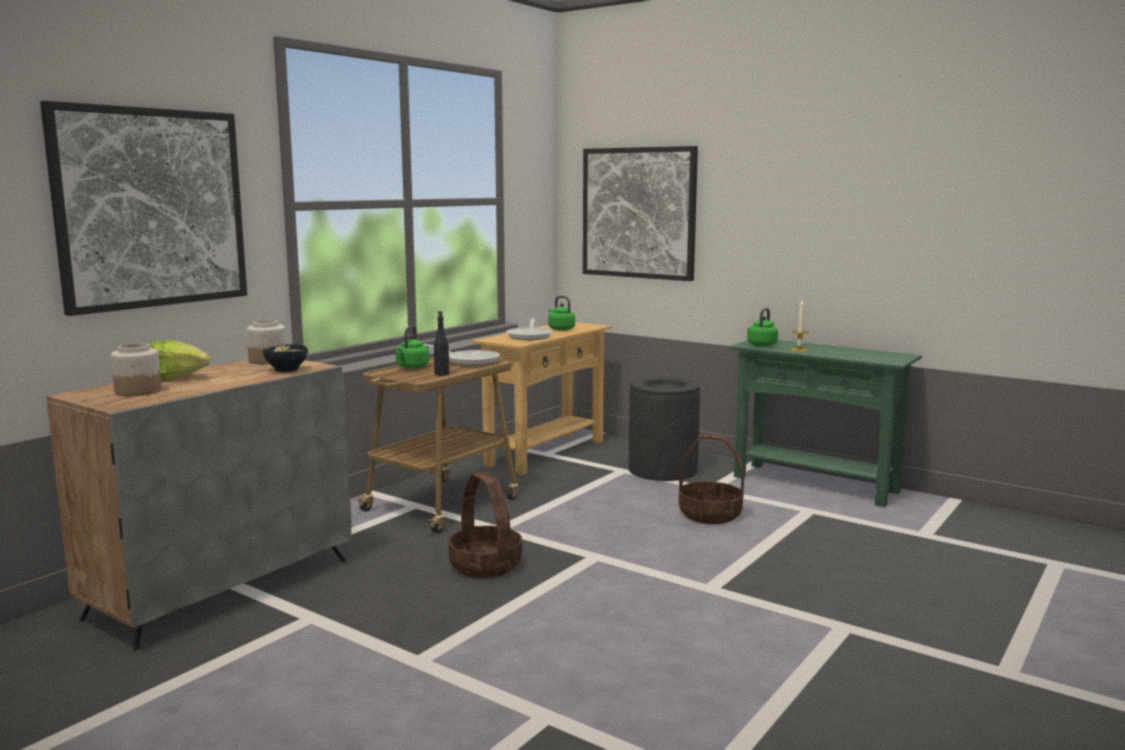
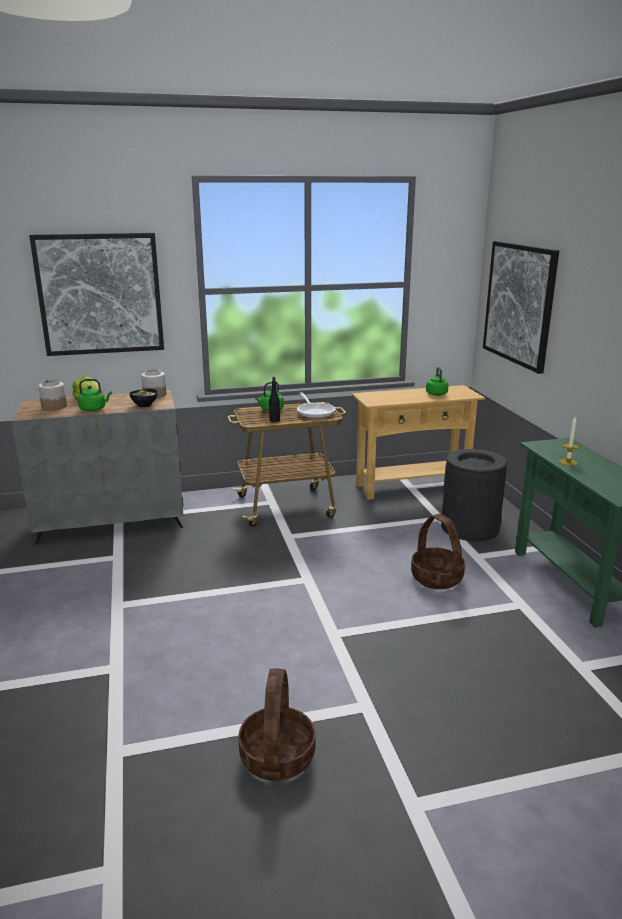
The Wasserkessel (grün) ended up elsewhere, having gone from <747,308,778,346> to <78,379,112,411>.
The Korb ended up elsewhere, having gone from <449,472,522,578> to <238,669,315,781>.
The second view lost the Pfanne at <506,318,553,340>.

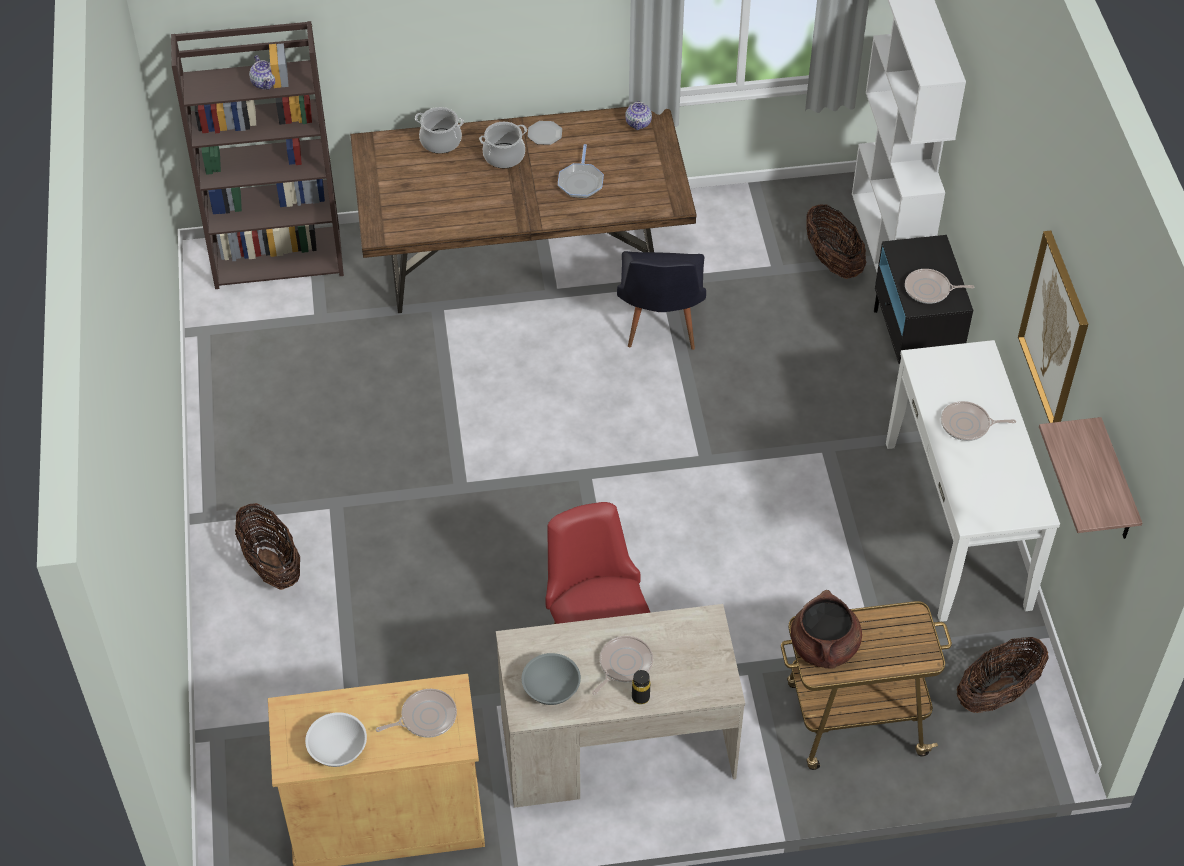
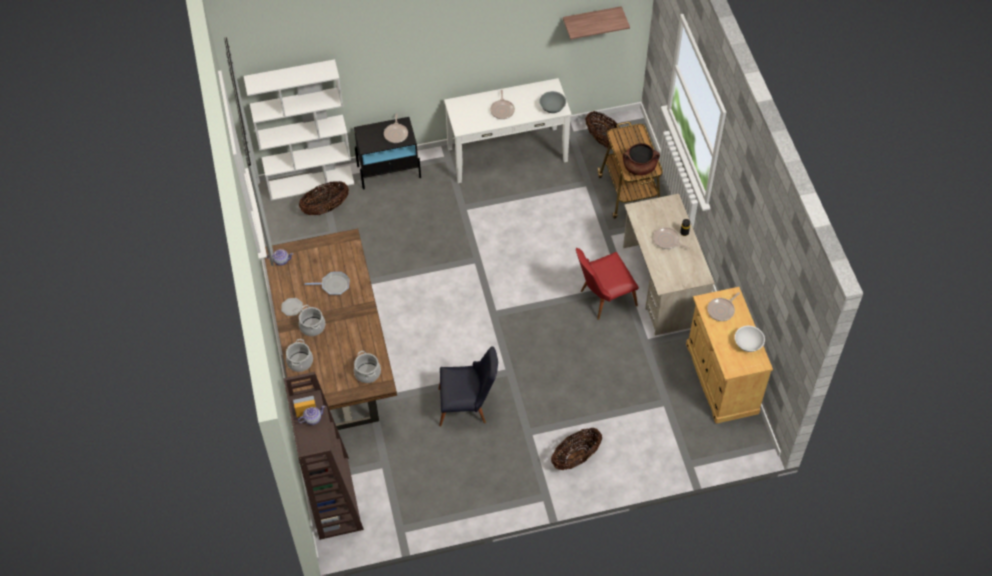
The second view gained the Kochtopf at <354,351,381,383>.
The Stuhl (schwarz) ended up elsewhere, having gone from <617,251,706,350> to <438,346,498,426>.
The Schüssel (grau) ended up elsewhere, having gone from <522,653,581,705> to <539,91,566,113>.
The Pfanne at <376,689,457,738> ended up facing another way, 105 degrees counterclockwise from before.
The second view lost the Bild at <1018,231,1088,423>.

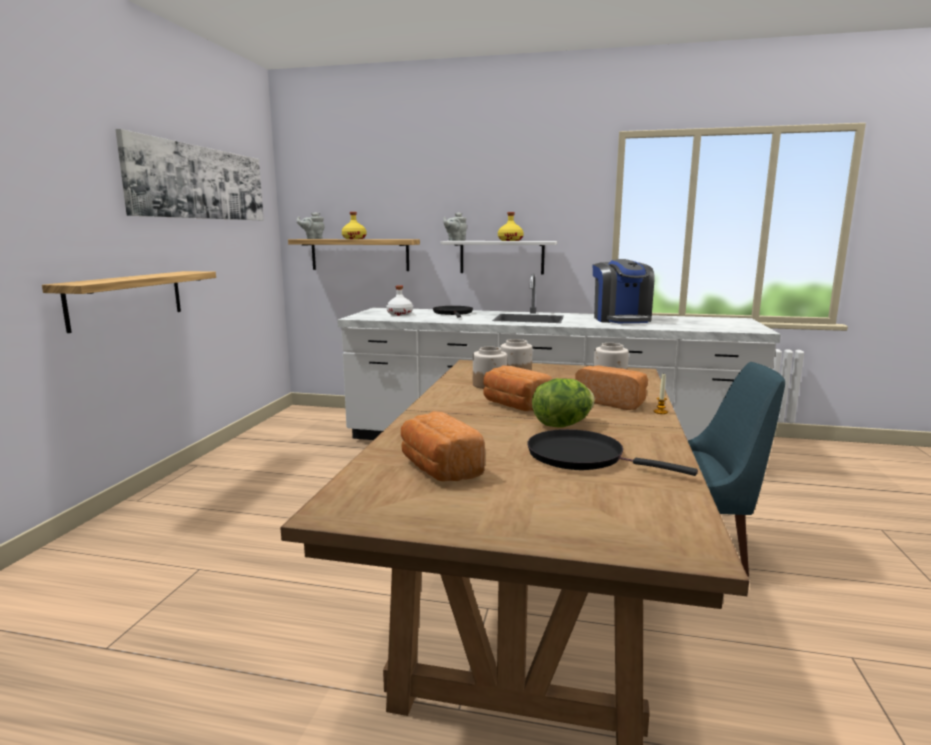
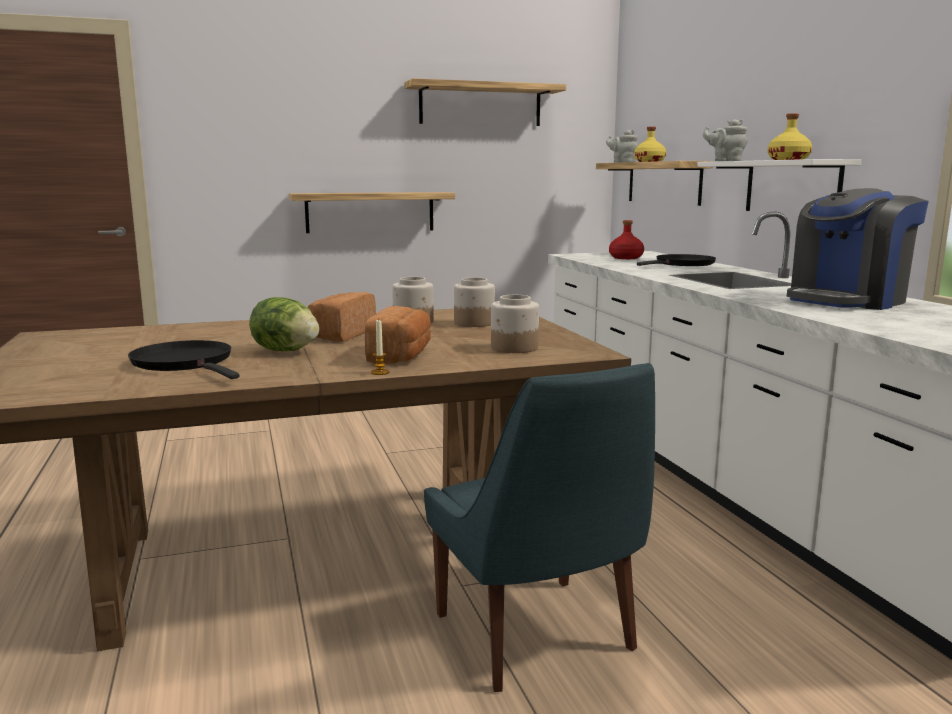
The Pfanne (schwarz) at <527,429,698,476> ended up facing another way, 45 degrees counterclockwise from before.
Where the Bild hung at <115,129,264,220>, the Wandregal came to hang at <404,78,566,126>.
What was the Flasche (weiß) at <386,285,413,316> turned into the Flasche (rot) at <609,220,644,259>.
The second view lost the Brot at <401,411,485,482>.

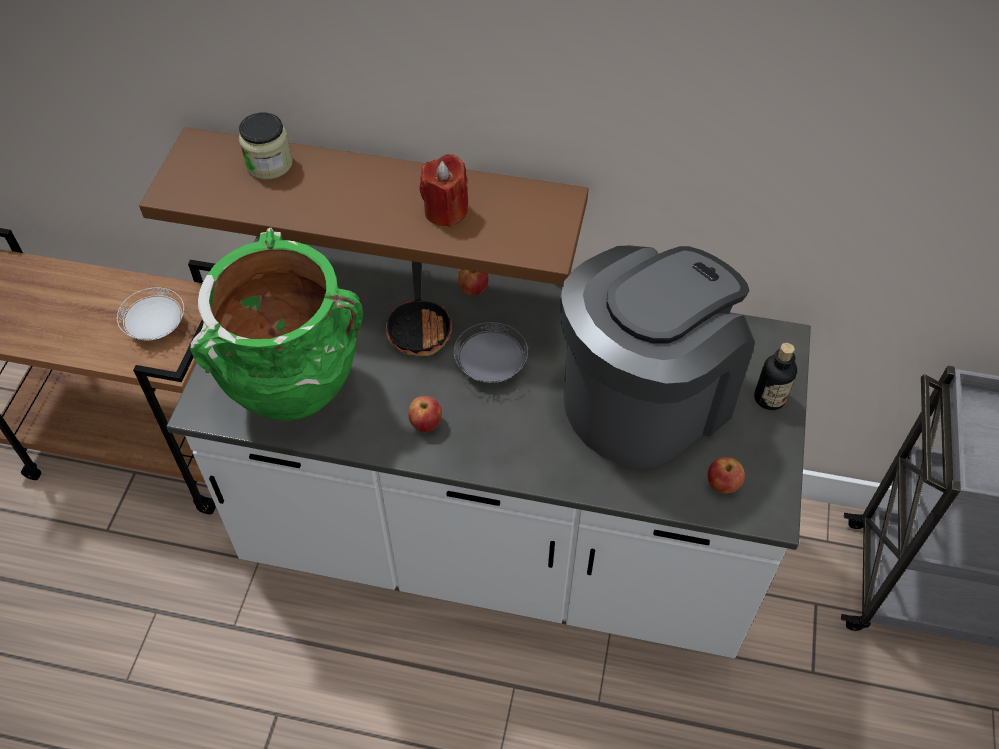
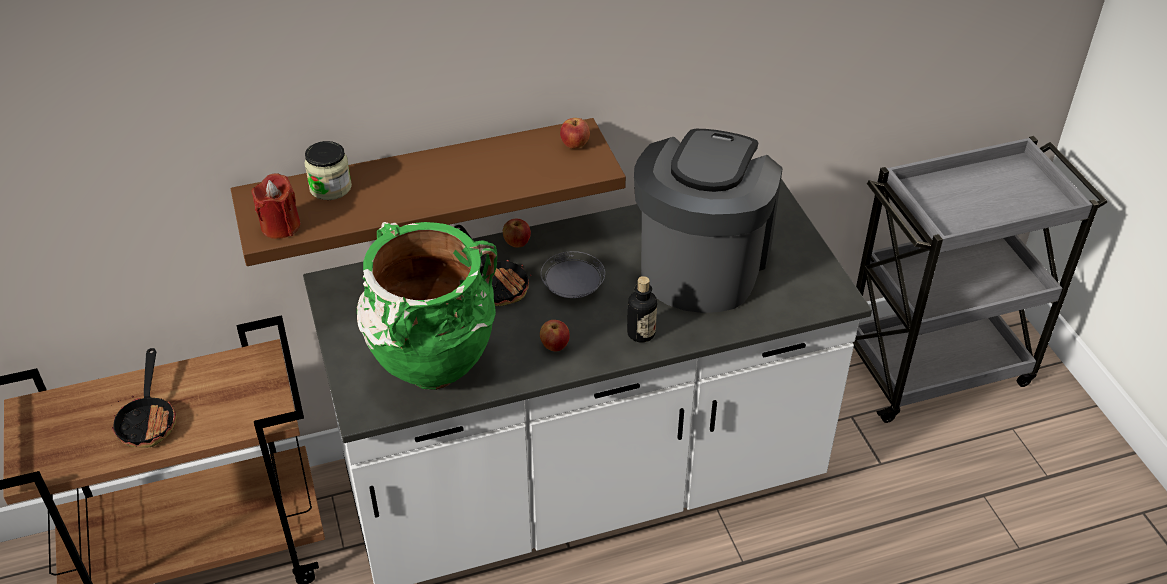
The second view gained the Pfanne at <112,348,177,448>.
The Kerze (rot) ended up elsewhere, having gone from <419,154,468,227> to <252,173,300,239>.
The Apfel ended up elsewhere, having gone from <707,457,745,494> to <560,118,590,149>.
The Flasche ended up elsewhere, having gone from <754,343,797,410> to <627,276,657,343>.
The second view lost the Teller (weiß) at <117,287,184,340>.

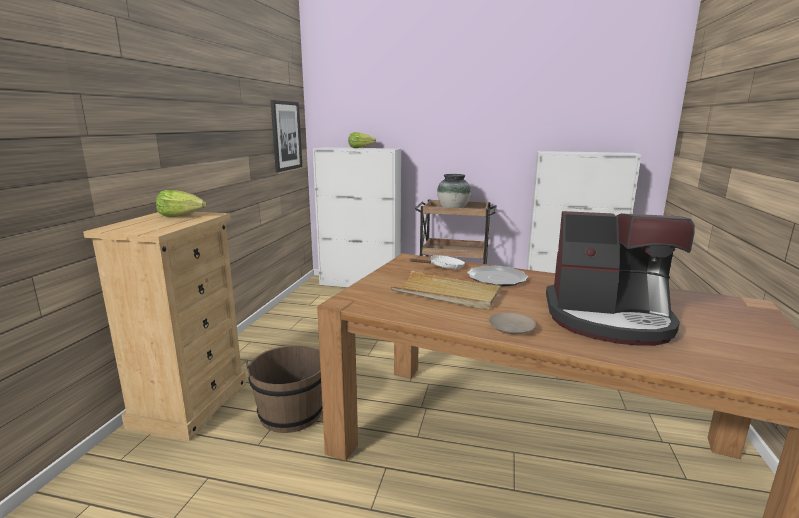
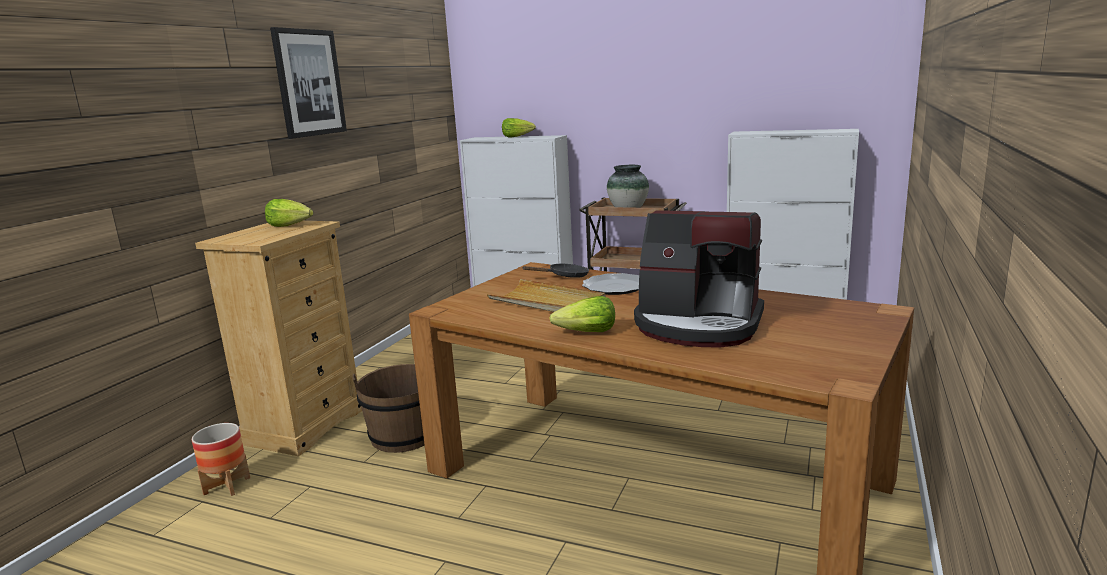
The second view gained the Pflanzkübel at <192,423,250,496>.
The Bild ended up elsewhere, having gone from <271,100,303,172> to <270,27,347,139>.
What was the Pfanne (weiß) at <409,256,465,269> turned into the Pfanne (schwarz) at <522,263,589,278>.
Where the Teller (beige) stood at <488,313,536,334>, the Salatkopf came to stand at <549,296,615,332>.

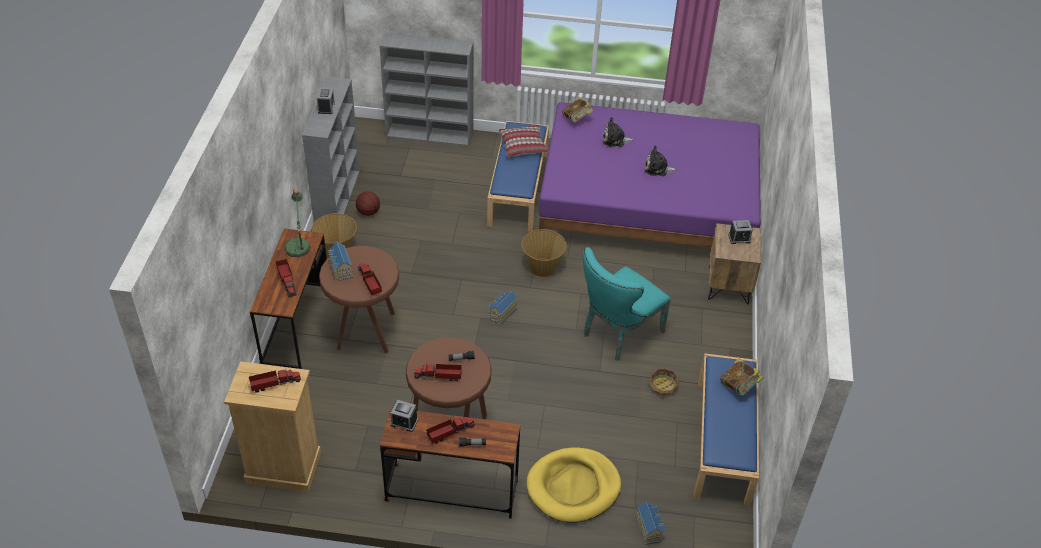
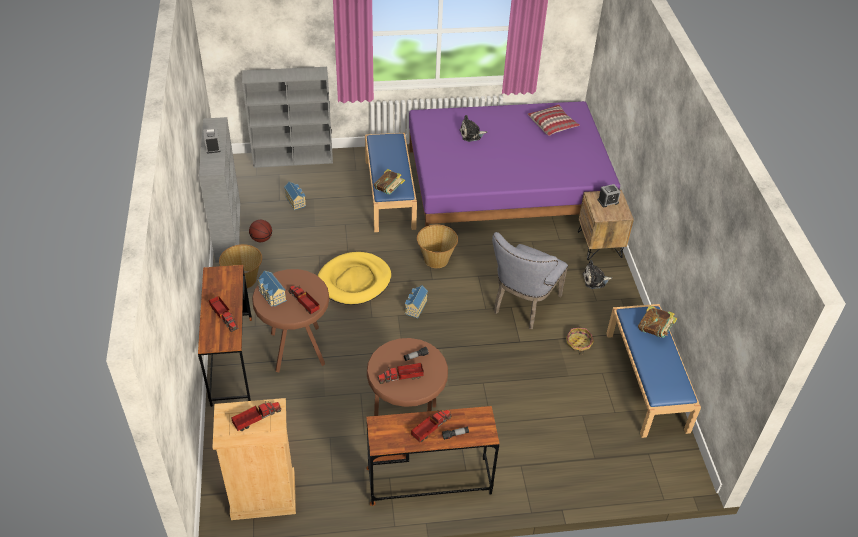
The Spielzeughaus ended up elsewhere, having gone from <636,502,665,545> to <284,181,306,210>.
The Hundebett (gelb) ended up elsewhere, having gone from <527,447,621,523> to <318,252,391,305>.
The Buch ended up elsewhere, having gone from <562,97,594,122> to <374,169,405,194>.
What was the Stuhl (türkis) at <583,247,671,361> turned into the Stuhl (grau) at <492,232,568,329>.
The Kissen ended up elsewhere, having gone from <499,125,549,157> to <528,105,580,136>.
The Plüschtier ended up elsewhere, having gone from <645,145,677,176> to <582,260,612,289>.
The second view lost the Tischlampe at <284,188,311,257>.
The second view lost the Wecker at <390,400,418,432>.

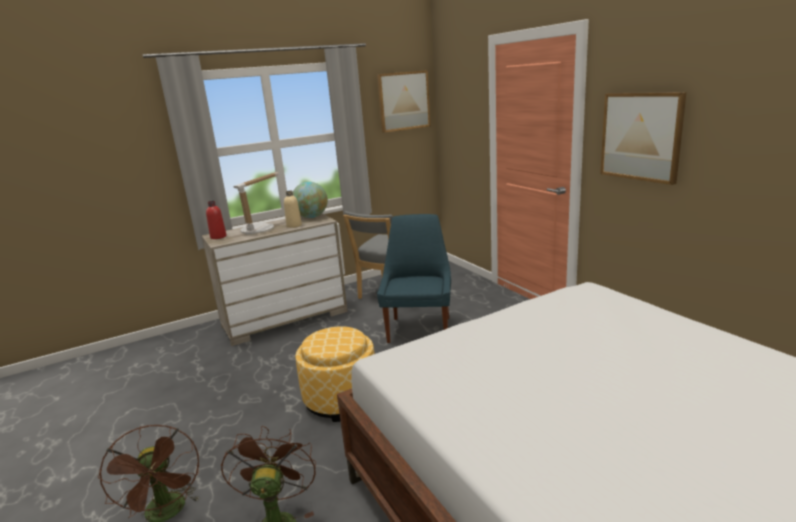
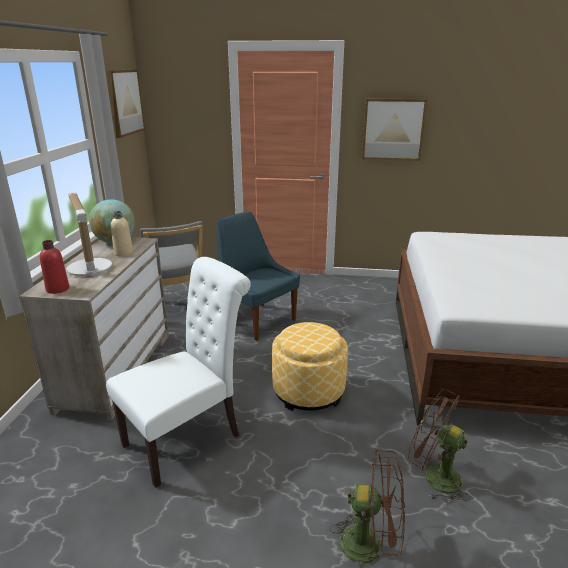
The second view gained the Stuhl (weiß) at <106,257,251,488>.

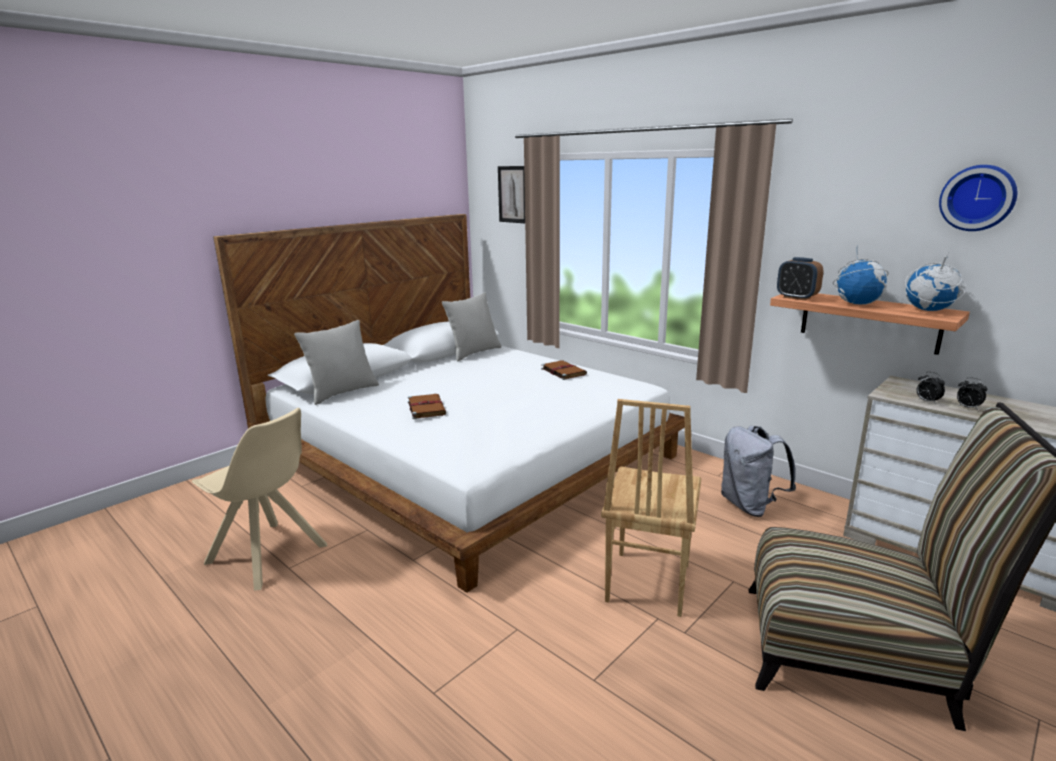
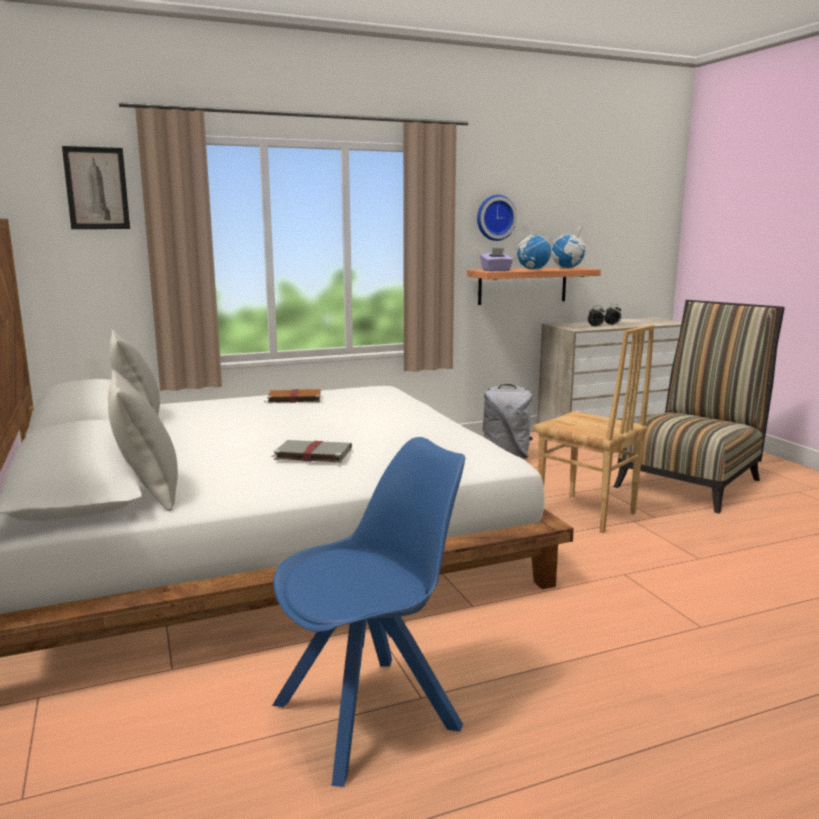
What was the Buch (braun) at <408,394,446,419> turned into the Buch (grau) at <271,440,352,463>.
What was the Stuhl (beige) at <192,408,327,591> turned into the Stuhl (blau) at <272,437,465,787>.
The Wanduhr ended up elsewhere, having gone from <939,165,1017,231> to <477,195,517,241>.
Where the Wecker stood at <777,257,823,300>, the Taschentuchbox (lila) came to stand at <480,248,513,272>.

